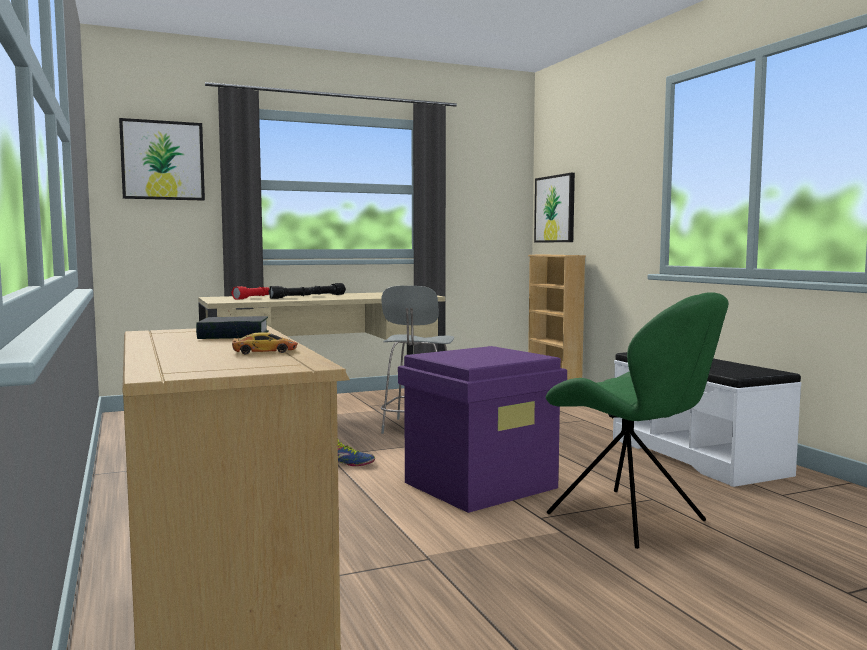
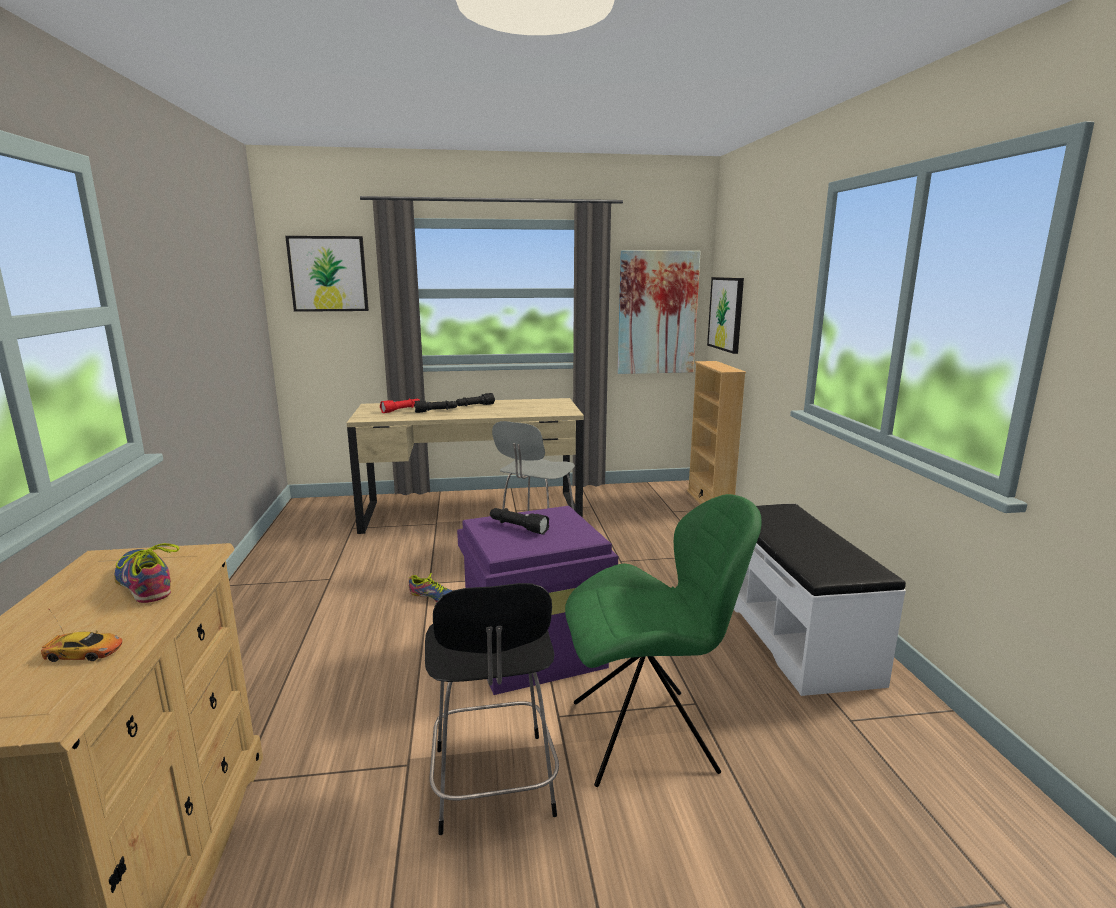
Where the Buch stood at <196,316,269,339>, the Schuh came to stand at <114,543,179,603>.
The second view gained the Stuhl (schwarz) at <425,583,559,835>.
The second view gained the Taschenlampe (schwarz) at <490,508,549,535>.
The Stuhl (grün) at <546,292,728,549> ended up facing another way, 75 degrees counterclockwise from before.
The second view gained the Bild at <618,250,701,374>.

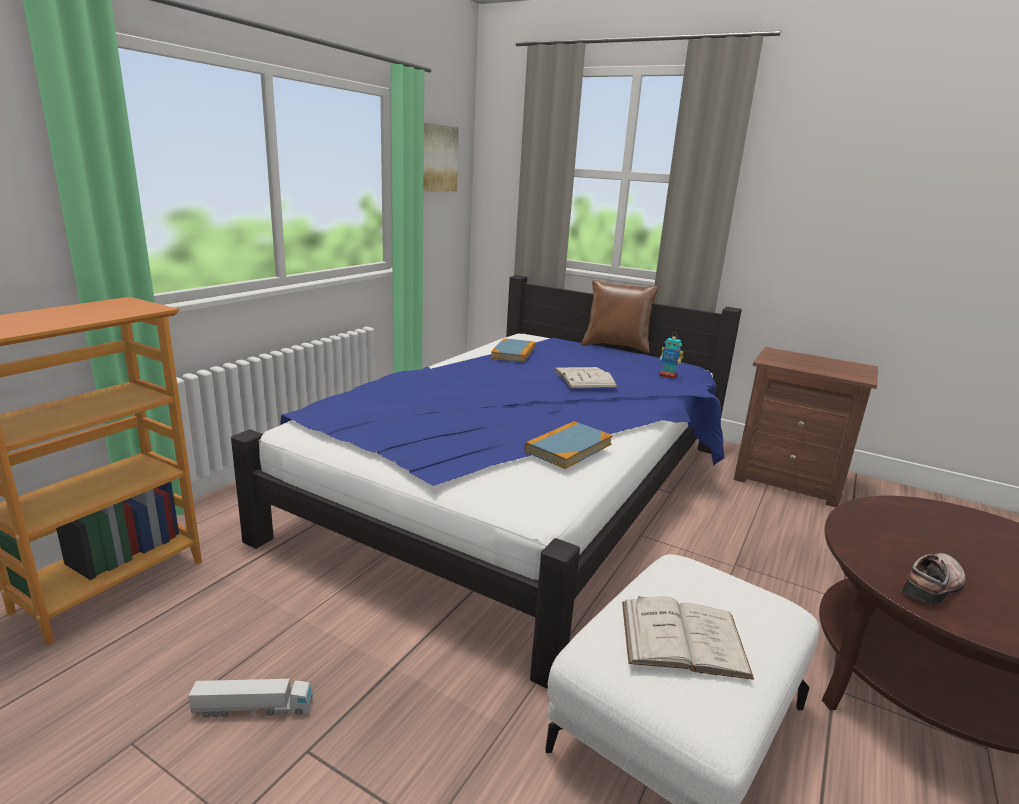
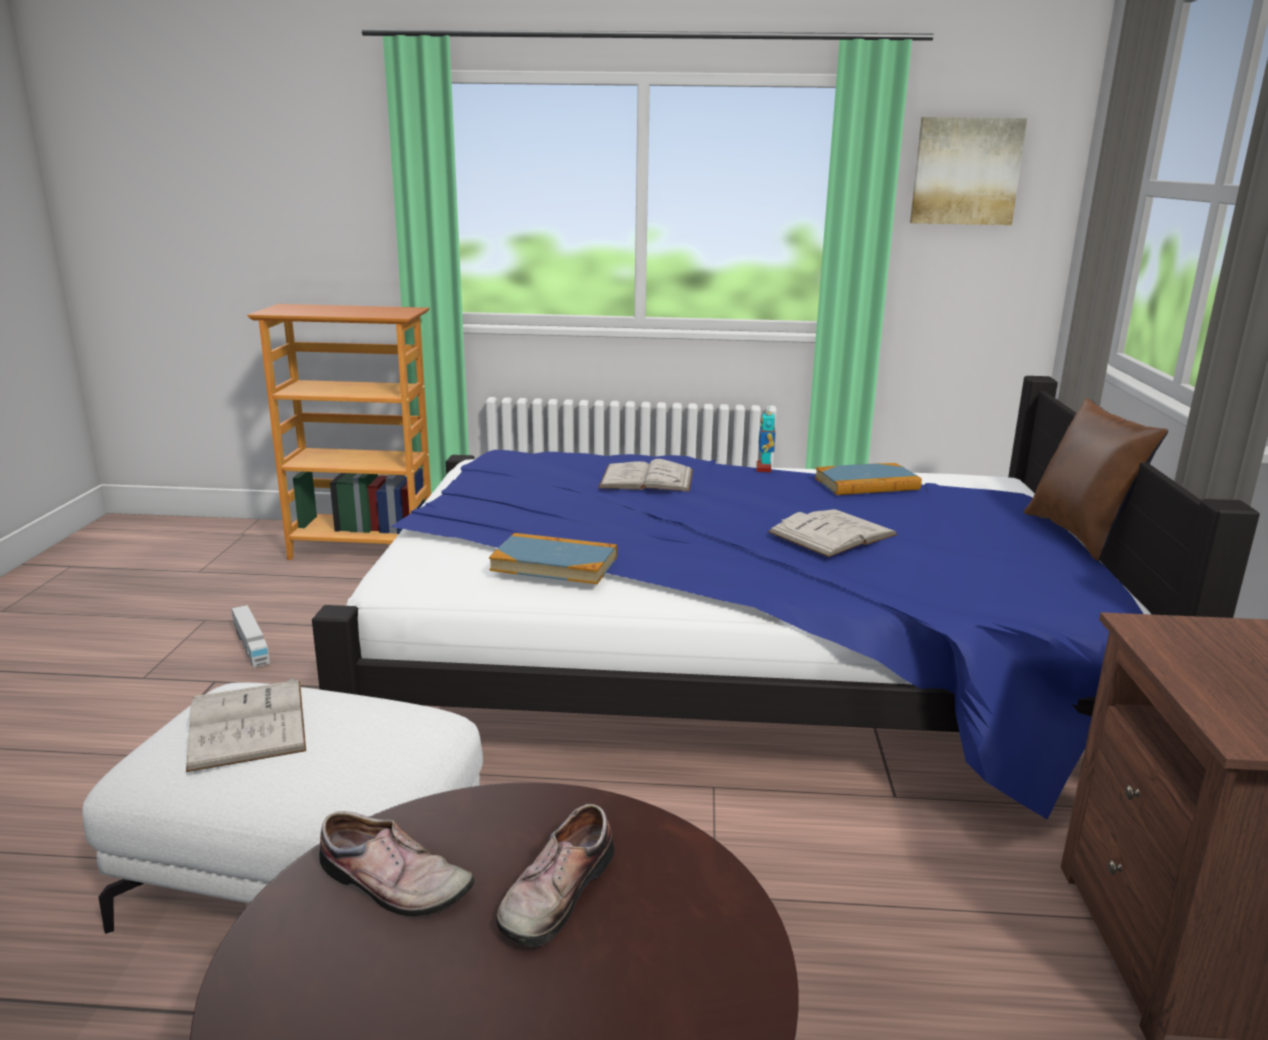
The second view gained the Schuh at <496,804,614,947>.
The second view gained the Buch (weiß) at <598,459,693,492>.
The Spielzeugroboter ended up elsewhere, having gone from <659,332,683,379> to <756,411,775,473>.

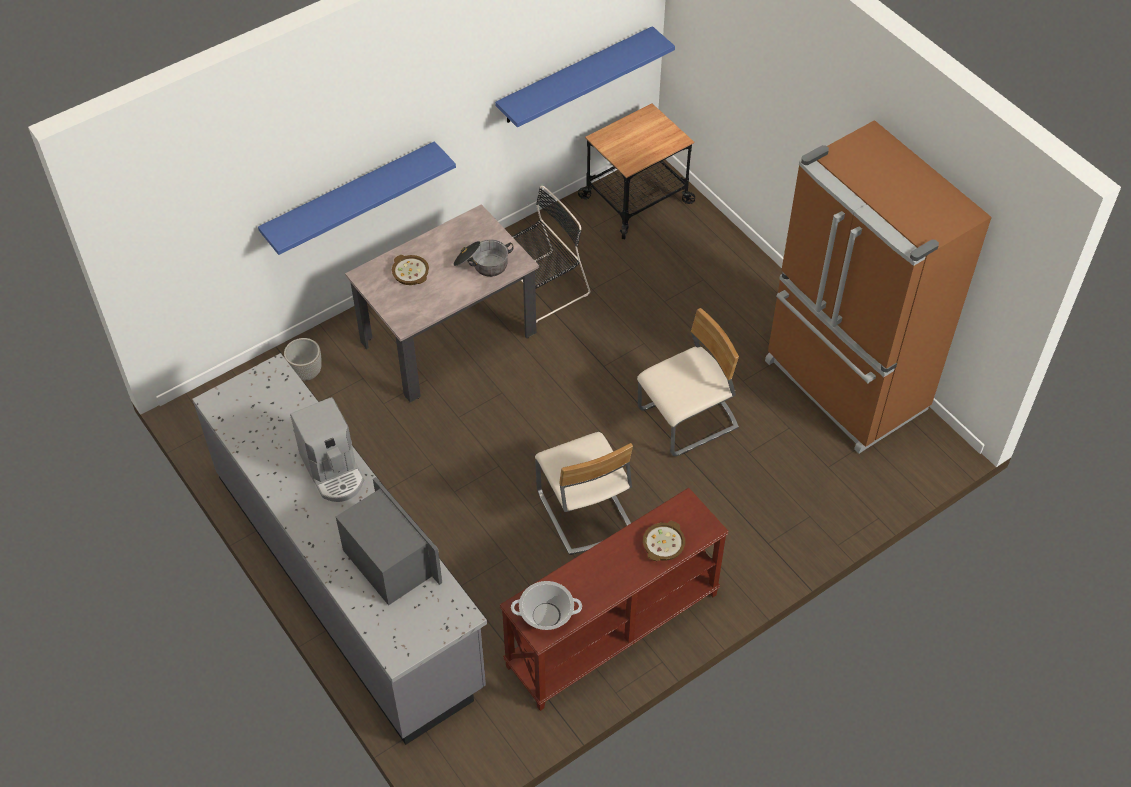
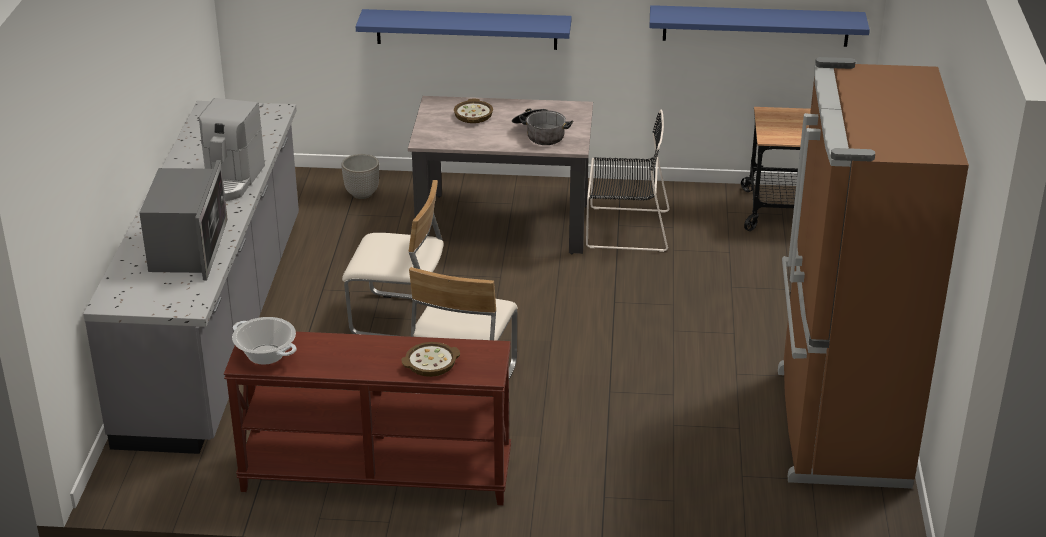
The Stuhl (beige) ended up elsewhere, having gone from <637,308,739,456> to <342,180,444,336>.

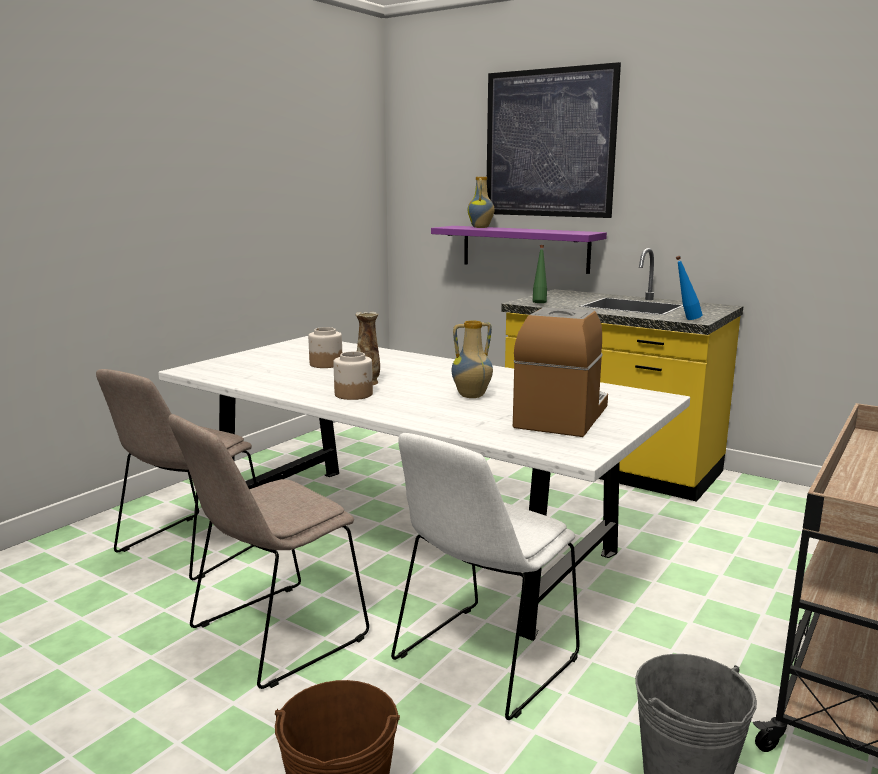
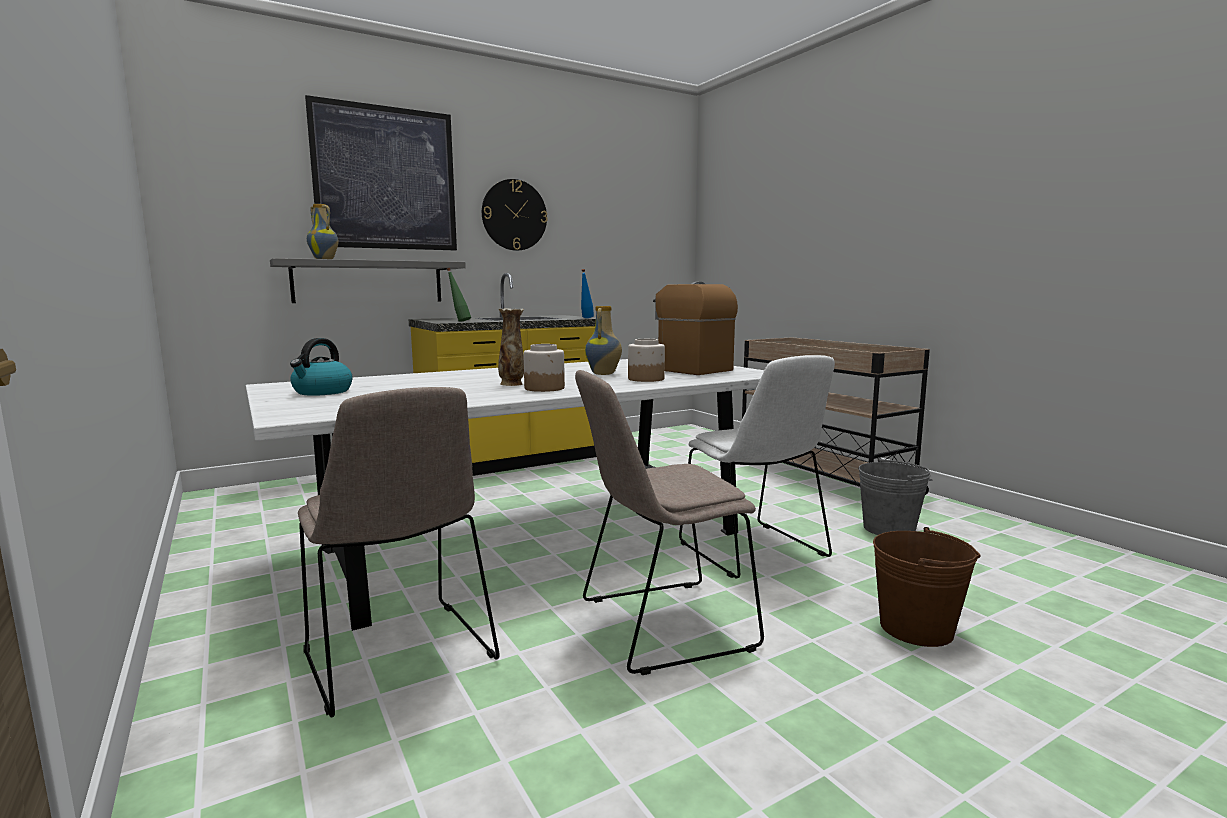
What was the Wandregal (lila) at <431,226,607,274> turned into the Wandregal (grau) at <270,258,466,303>.
The second view gained the Wasserkessel at <290,338,353,396>.
The second view gained the Wanduhr at <482,179,547,251>.
The Stuhl (beige) at <168,414,369,689> ended up facing another way, 90 degrees clockwise from before.
The Vorratsglas ended up elsewhere, having gone from <308,327,342,368> to <628,339,665,382>.

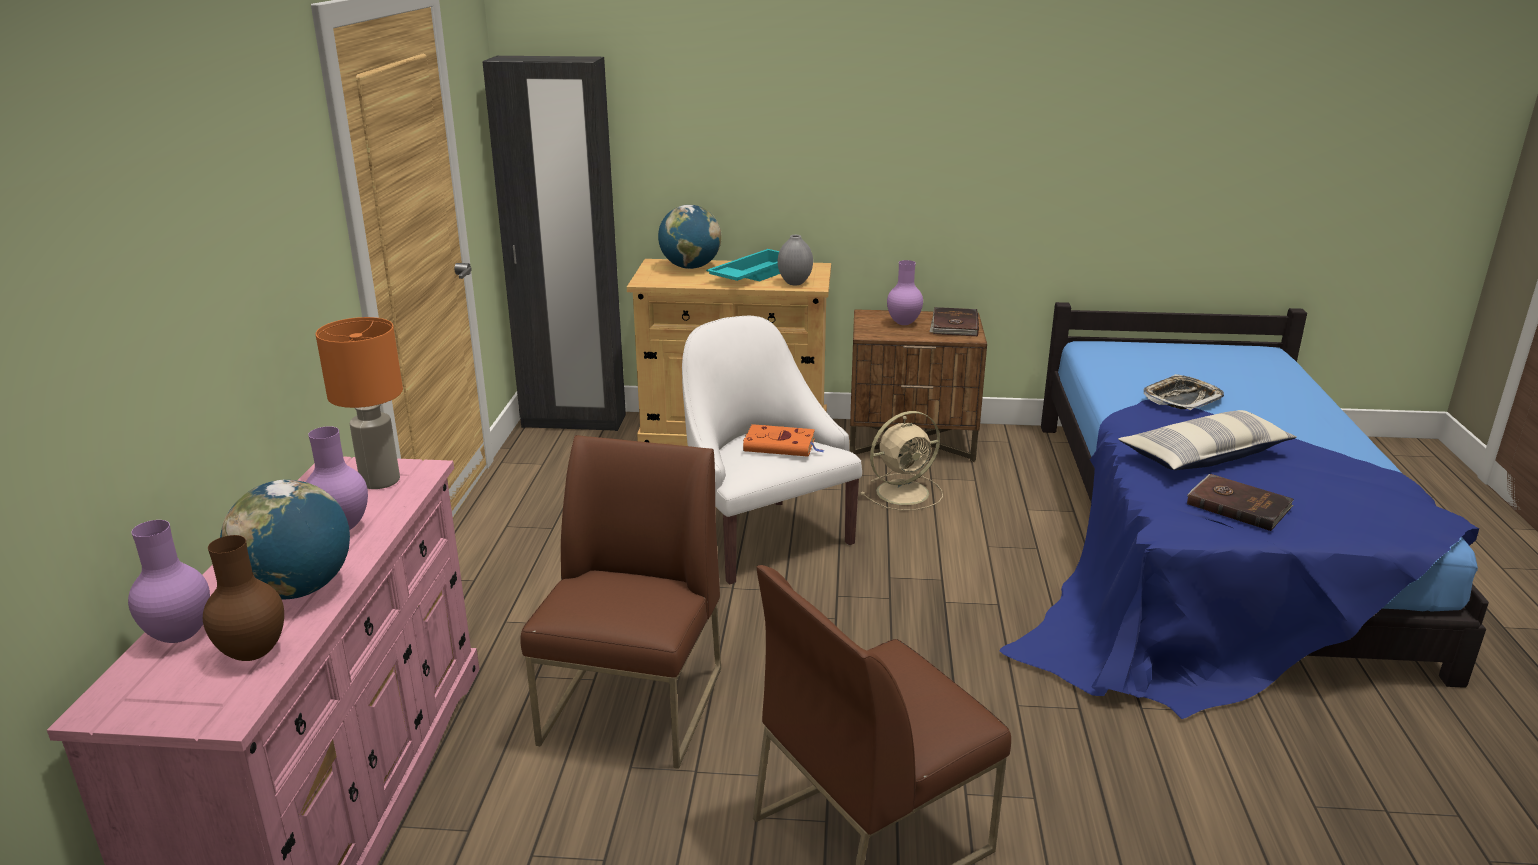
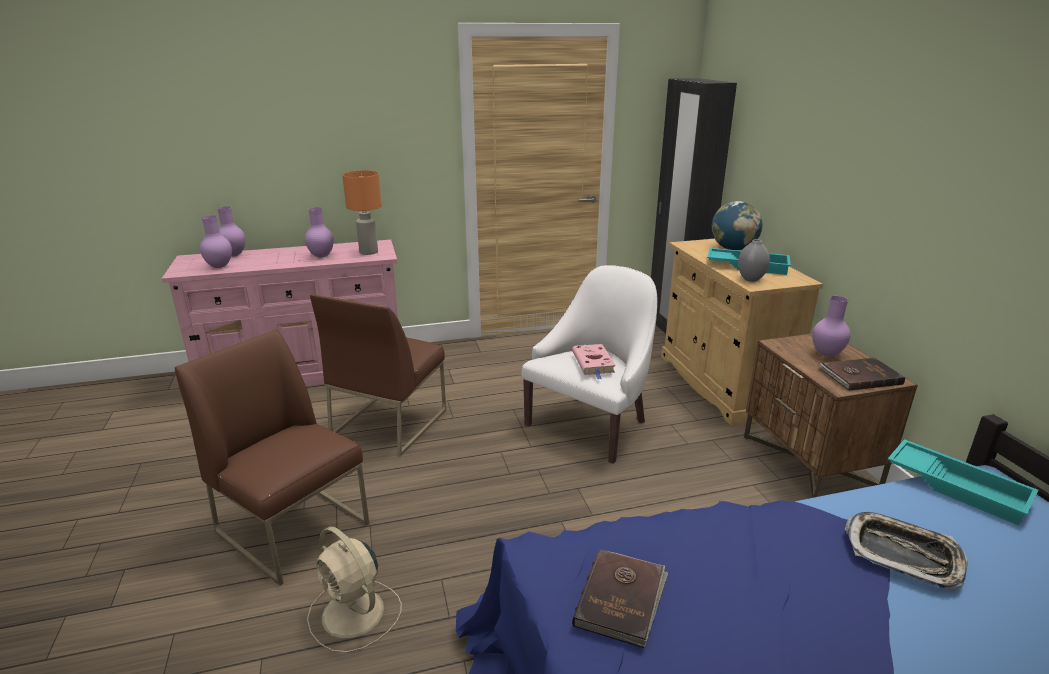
What was the Vase (braun) at <203,535,284,661> turned into the Vase (lila) at <200,215,232,268>.
The Ventilator (beige) ended up elsewhere, having gone from <861,411,943,511> to <307,526,402,653>.
The Stuhl (braun) at <520,435,721,769> ended up facing another way, 120 degrees clockwise from before.
What was the Buch (orange) at <743,424,824,457> turned into the Buch (rosa) at <572,344,616,379>.
The second view gained the Tablett (türkis) at <888,439,1039,525>.
The second view lost the Globus at <220,480,350,600>.
The second view lost the Kissen at <1118,410,1297,470>.

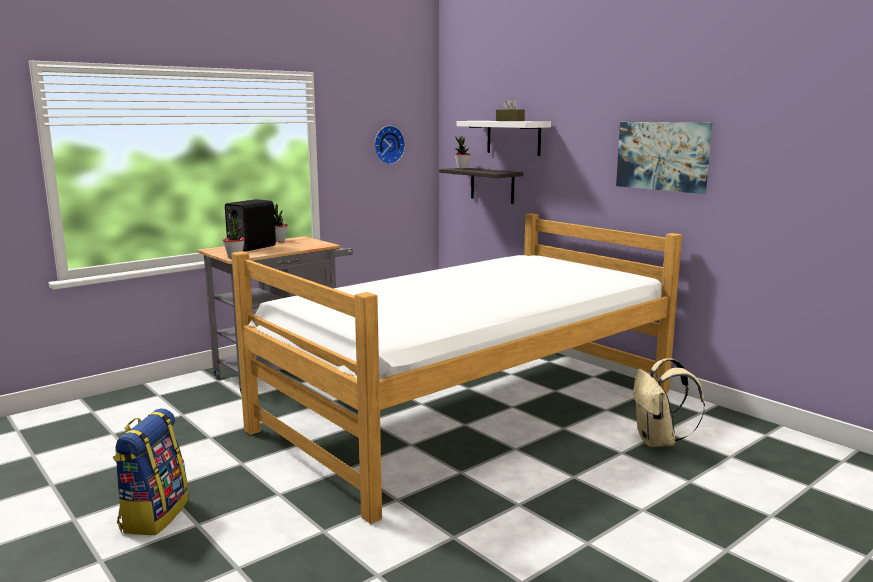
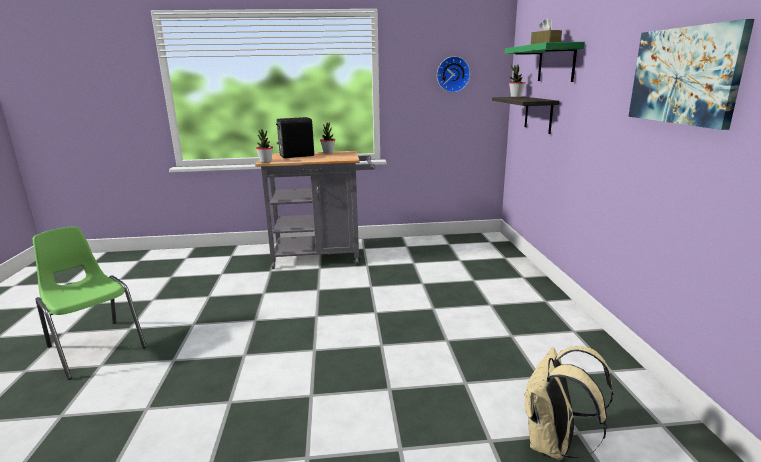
Where the Rucksack stood at <112,408,189,535>, the Stuhl (grün) came to stand at <33,226,147,380>.
What was the Wandregal (weiß) at <456,121,551,156> turned into the Wandregal (grün) at <505,42,585,82>.
The second view lost the Bett at <231,213,682,524>.

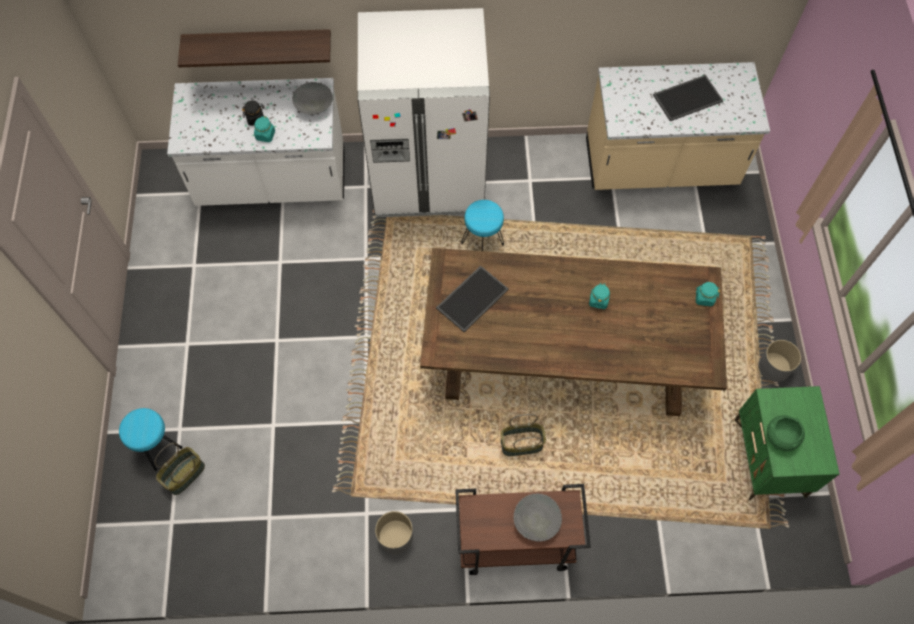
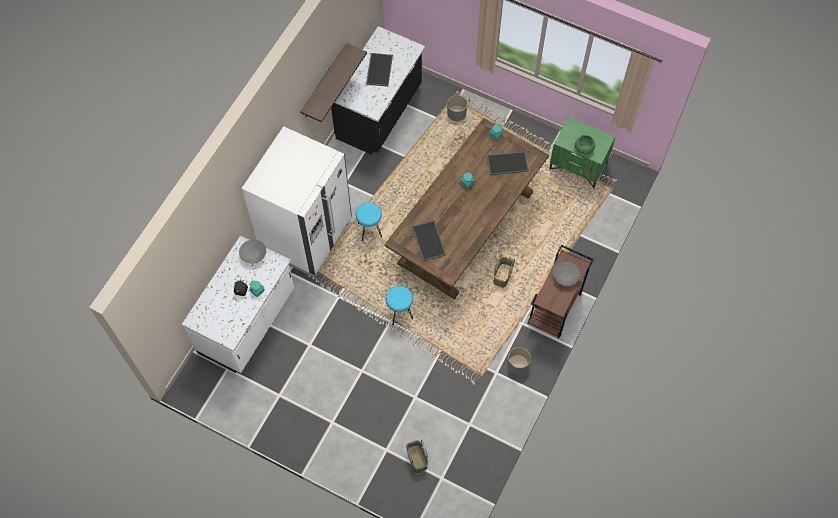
The Wandregal ended up elsewhere, having gone from <178,29,331,67> to <300,43,367,122>.
What was the Küchenzeile (beige) at <586,62,770,190> turned into the Küchenzeile (schwarz) at <331,26,425,155>.
The Hocker (türkis) ended up elsewhere, having gone from <119,408,182,471> to <386,286,413,325>.
The Pflanzkübel (grau) ended up elsewhere, having gone from <758,340,801,382> to <447,95,467,121>.
The second view gained the Tablett at <487,151,529,175>.

